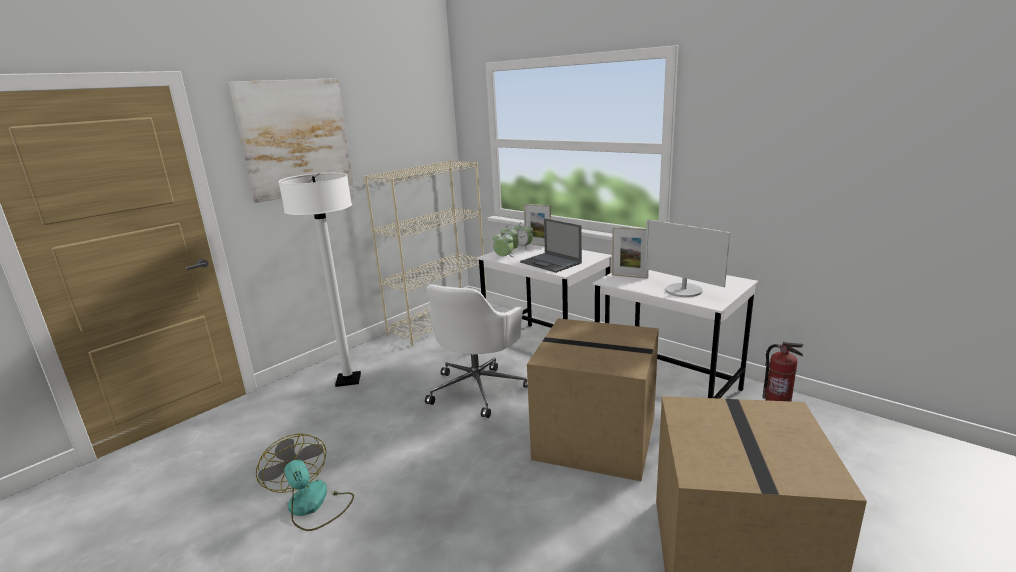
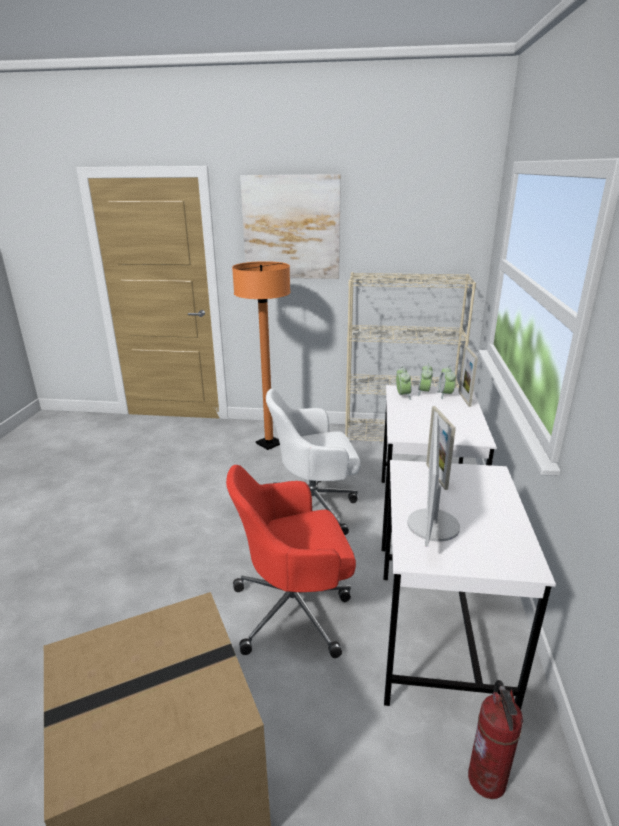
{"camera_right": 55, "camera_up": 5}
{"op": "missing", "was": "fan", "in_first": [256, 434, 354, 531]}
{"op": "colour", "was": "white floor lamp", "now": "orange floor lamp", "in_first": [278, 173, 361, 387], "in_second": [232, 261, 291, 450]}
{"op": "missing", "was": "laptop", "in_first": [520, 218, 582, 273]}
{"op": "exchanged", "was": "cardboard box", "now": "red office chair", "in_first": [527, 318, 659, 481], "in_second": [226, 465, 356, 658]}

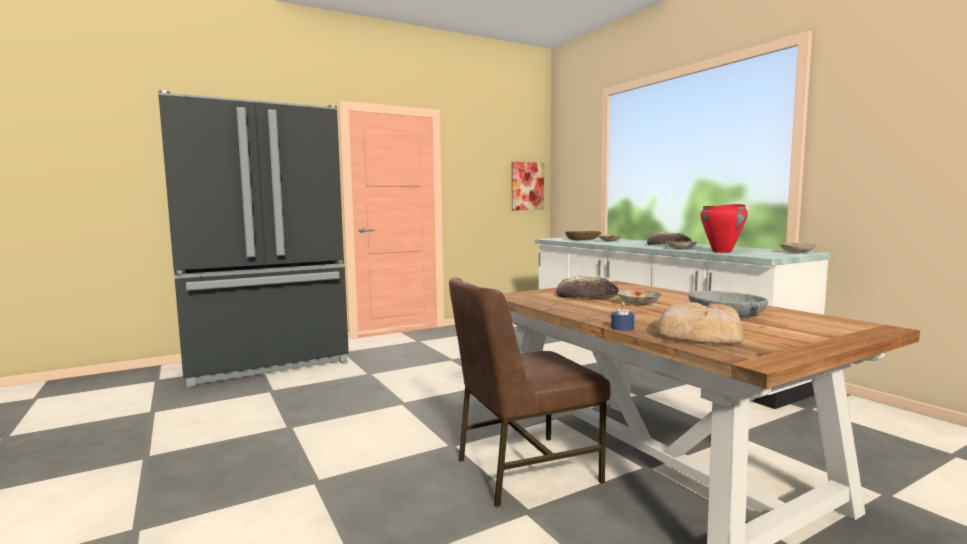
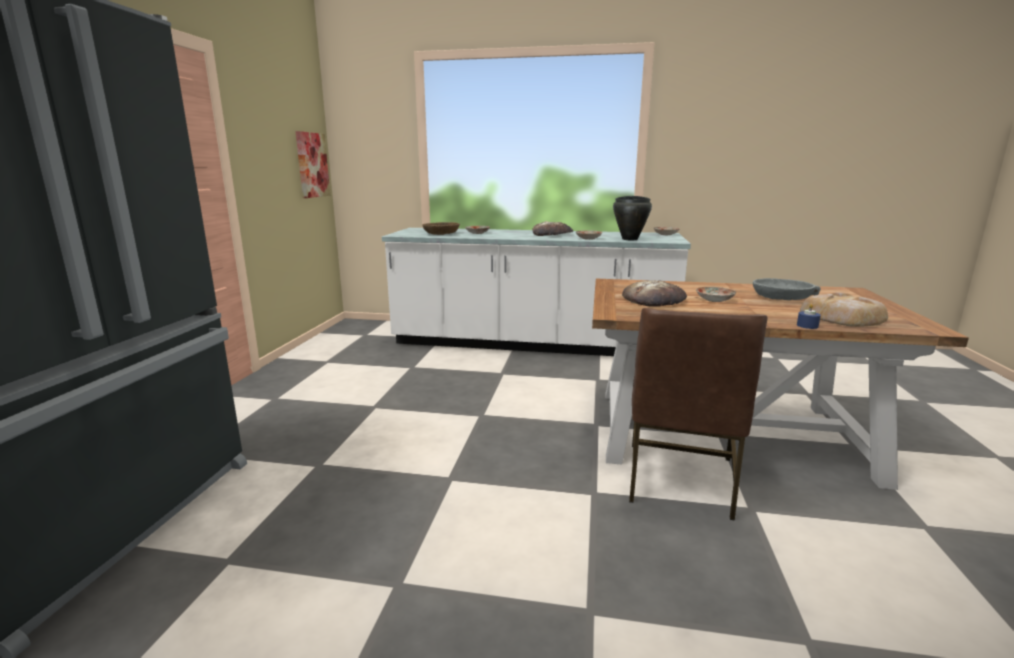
{"camera_right": -50, "camera_up": 10}
{"op": "colour", "was": "red cooking pot", "now": "black cooking pot", "in_first": [700, 204, 748, 253], "in_second": [613, 196, 652, 240]}

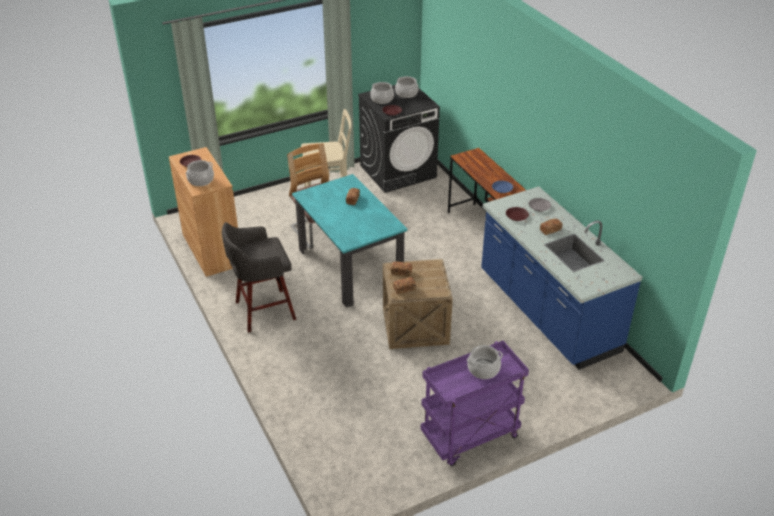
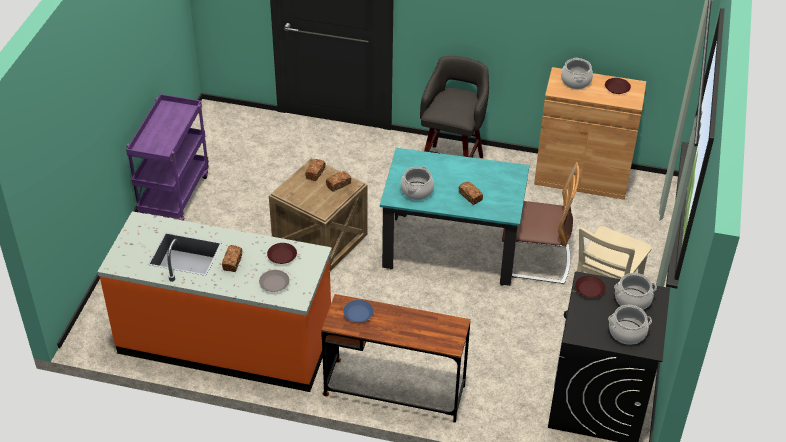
{"camera_right": 130, "camera_up": 5}
{"op": "relocated", "was": "cooking pot", "in_first": [467, 345, 503, 379], "in_second": [401, 166, 434, 200]}
{"op": "colour", "was": "blue counter", "now": "orange counter", "in_first": [481, 186, 642, 370], "in_second": [97, 211, 332, 392]}

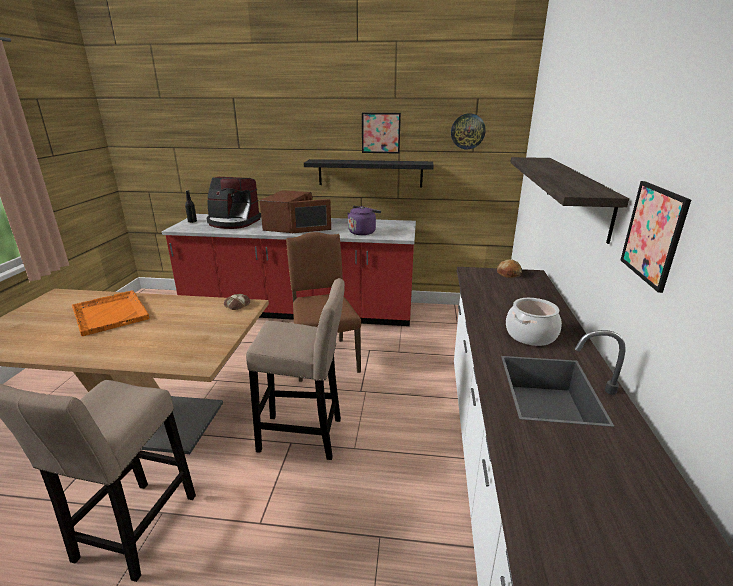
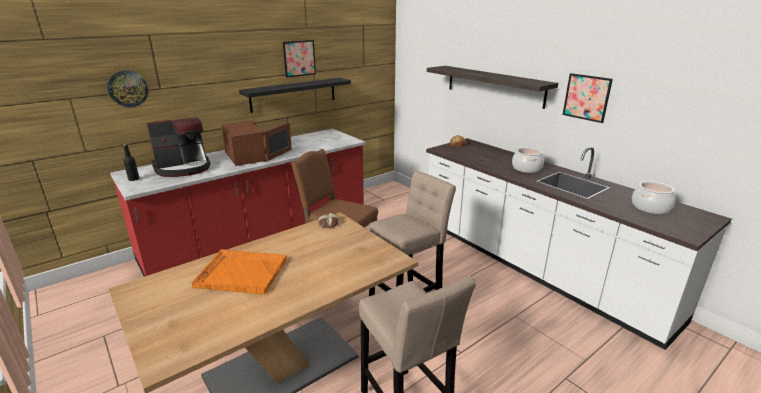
{"camera_right": -45, "camera_up": 0}
{"op": "missing", "was": "purple kettle", "in_first": [348, 206, 381, 235]}
{"op": "relocated", "was": "wall clock", "in_first": [451, 113, 486, 149], "in_second": [107, 70, 149, 107]}
{"op": "appeared", "now": "cooking pot", "in_second": [632, 181, 676, 214]}

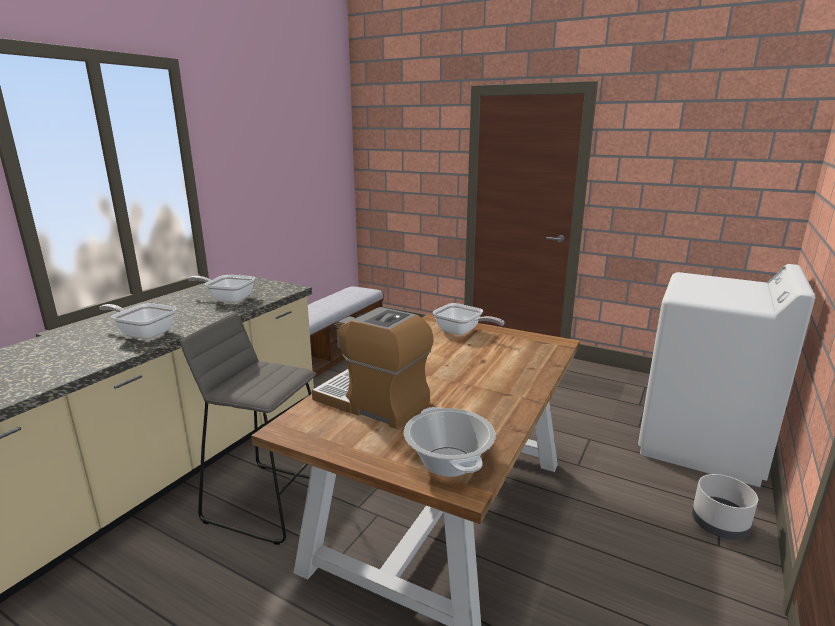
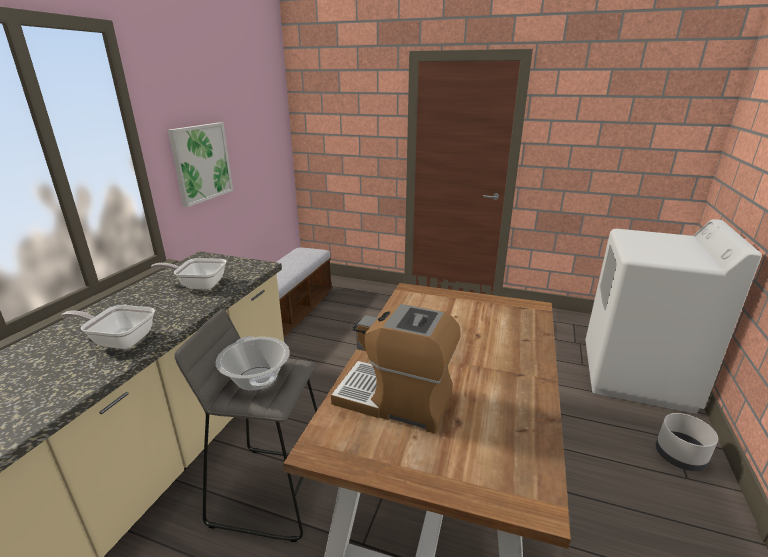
{"camera_right": -10, "camera_up": 5}
{"op": "relocated", "was": "cooking pot", "in_first": [404, 407, 496, 477], "in_second": [216, 336, 290, 390]}
{"op": "missing", "was": "frying pan", "in_first": [433, 303, 505, 335]}
{"op": "appeared", "now": "picture", "in_second": [168, 122, 233, 207]}

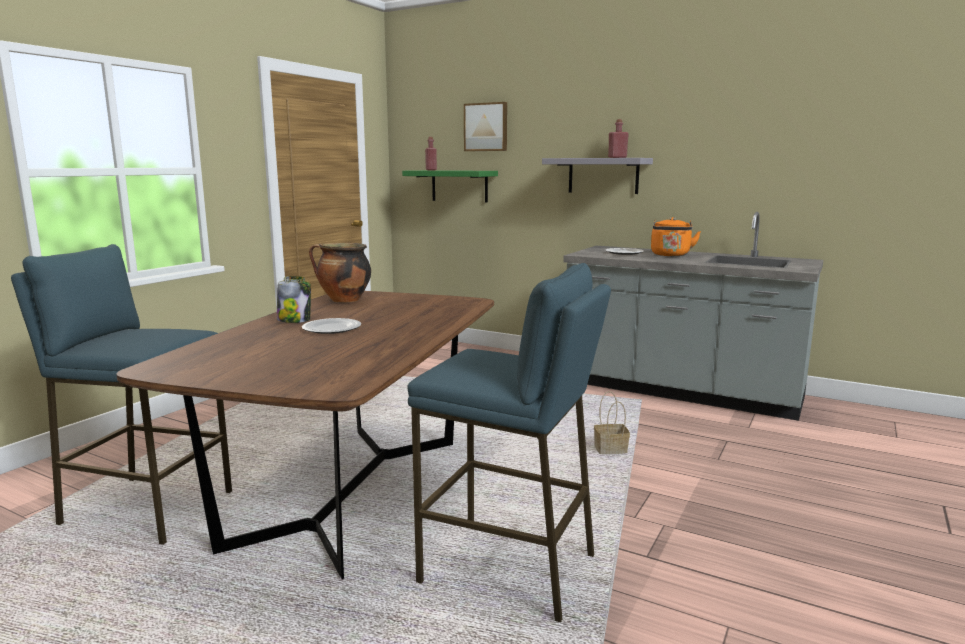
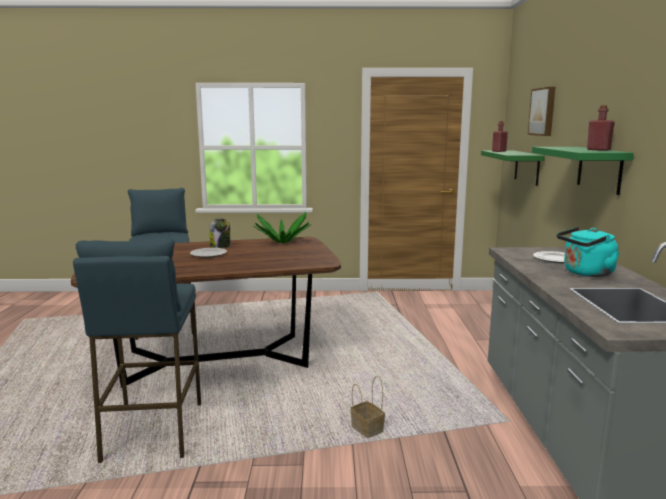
{"camera_right": 60, "camera_up": 0}
{"op": "exchanged", "was": "cooking pot", "now": "potted plant", "in_first": [309, 243, 371, 303], "in_second": [252, 212, 311, 243]}
{"op": "colour", "was": "grey shelf", "now": "green shelf", "in_first": [542, 158, 653, 194], "in_second": [532, 147, 634, 195]}
{"op": "colour", "was": "orange kettle", "now": "turquoise kettle", "in_first": [651, 217, 701, 256], "in_second": [557, 227, 620, 277]}

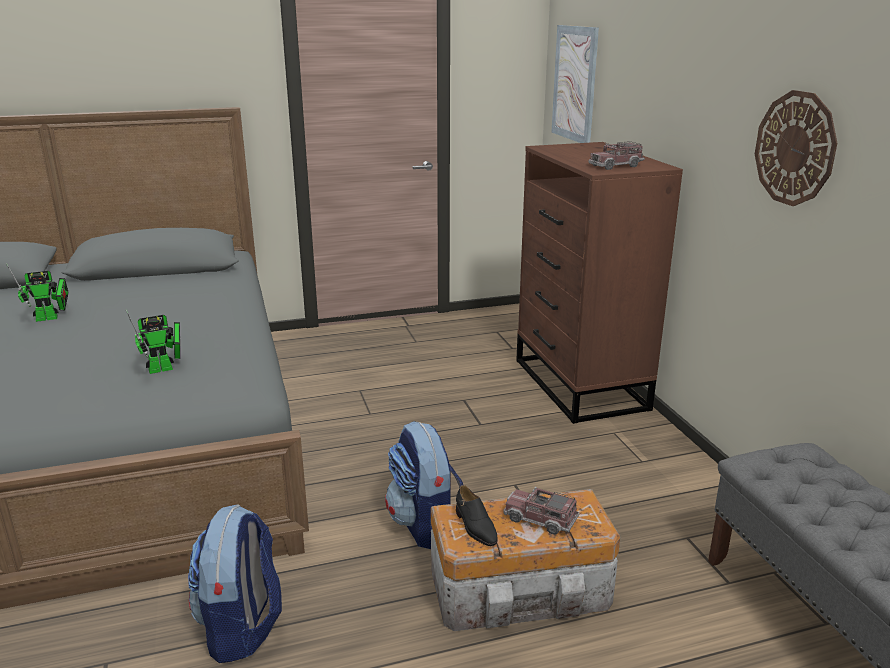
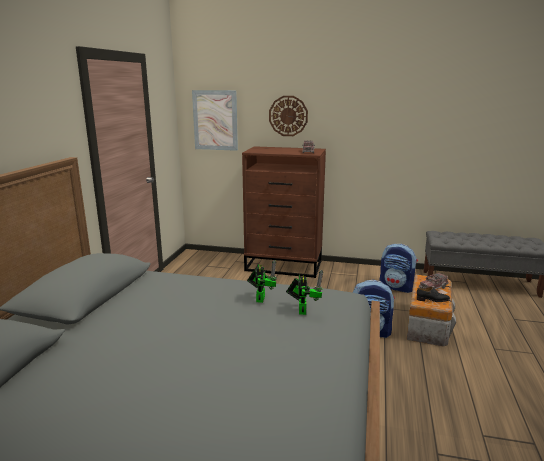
{"camera_right": -60, "camera_up": -5}
{"op": "relocated", "was": "toy robot", "in_first": [6, 263, 69, 322], "in_second": [247, 260, 277, 303]}
{"op": "relocated", "was": "backpack", "in_first": [188, 504, 282, 663], "in_second": [379, 244, 418, 293]}
{"op": "relocated", "was": "wall clock", "in_first": [755, 90, 837, 206], "in_second": [269, 96, 308, 136]}

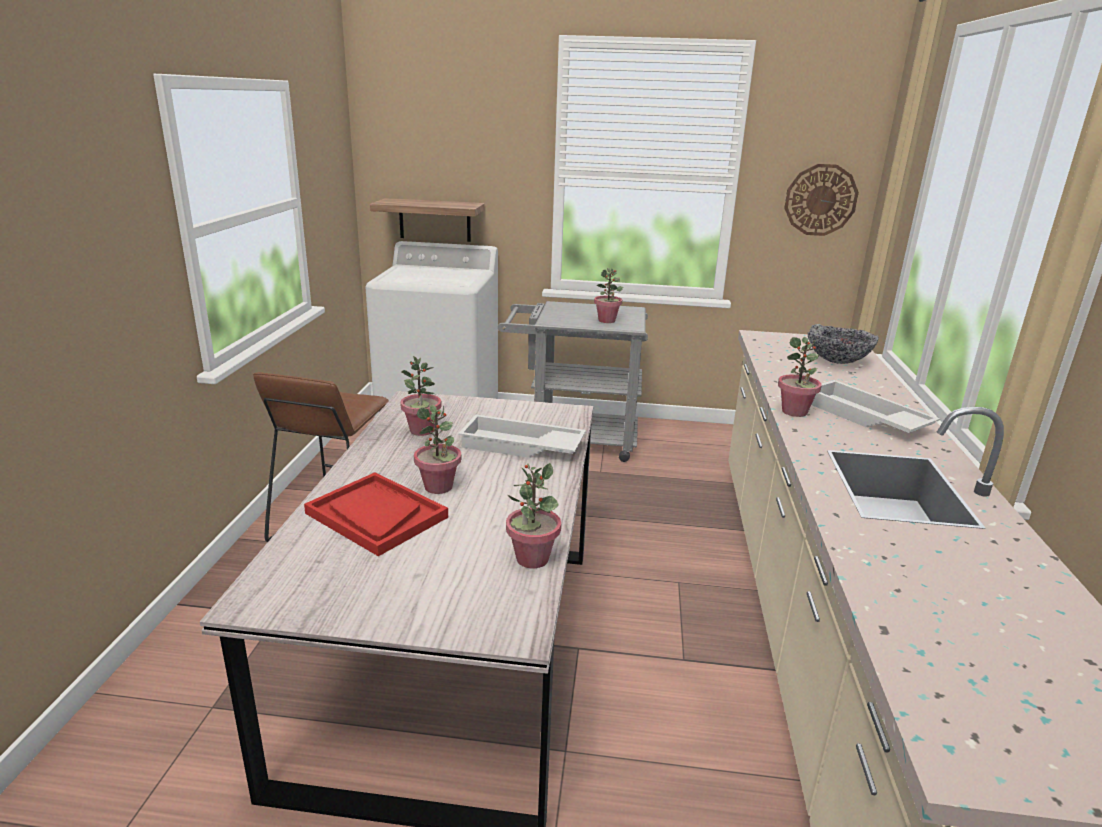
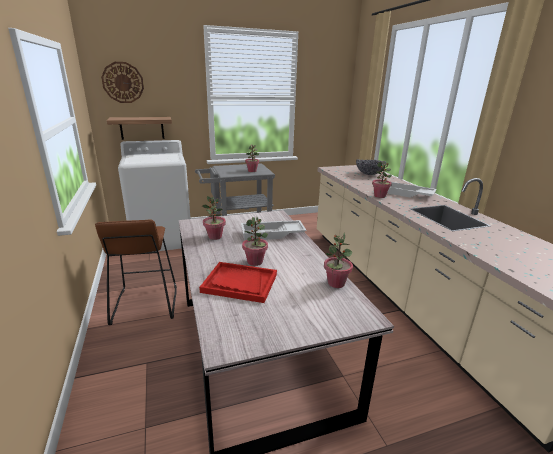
{"camera_right": -25, "camera_up": 0}
{"op": "relocated", "was": "wall clock", "in_first": [784, 164, 859, 236], "in_second": [101, 62, 144, 103]}

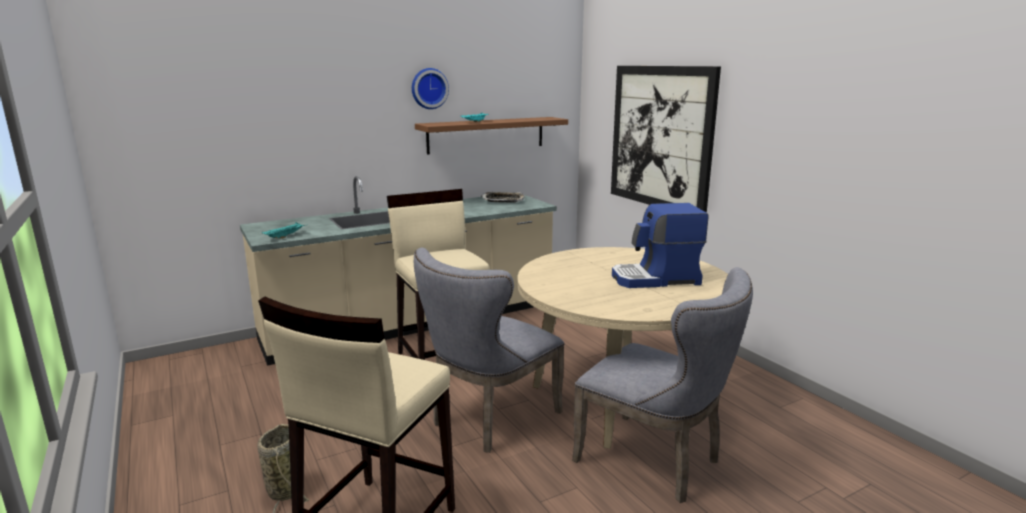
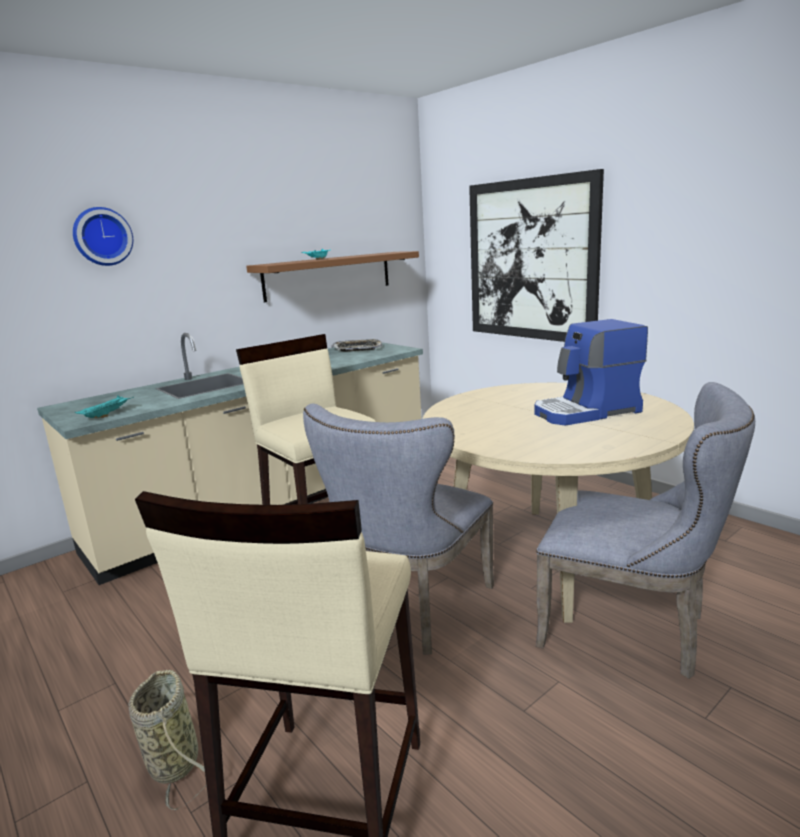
{"camera_right": -10, "camera_up": 0}
{"op": "relocated", "was": "wall clock", "in_first": [412, 68, 449, 109], "in_second": [73, 207, 133, 266]}

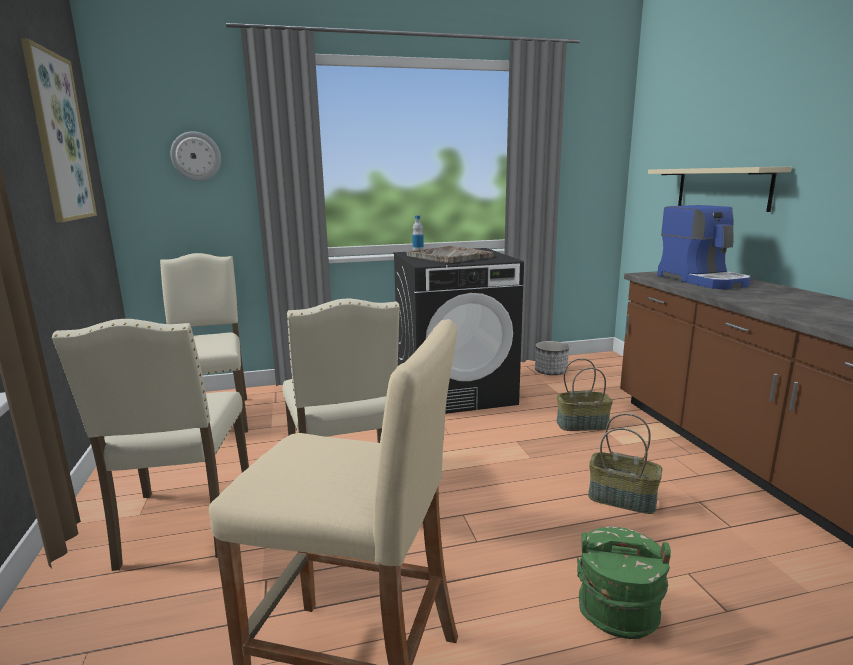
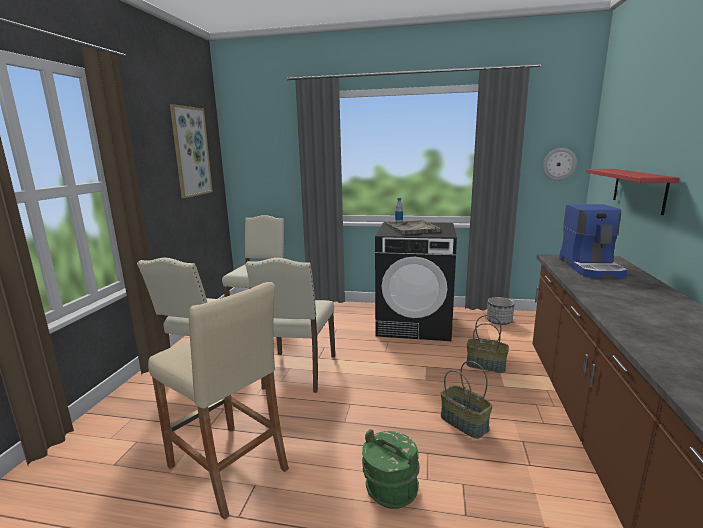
{"camera_right": 25, "camera_up": 0}
{"op": "relocated", "was": "wall clock", "in_first": [171, 131, 221, 181], "in_second": [542, 148, 577, 181]}
{"op": "colour", "was": "beige shelf", "now": "red shelf", "in_first": [648, 167, 792, 212], "in_second": [586, 169, 679, 215]}

